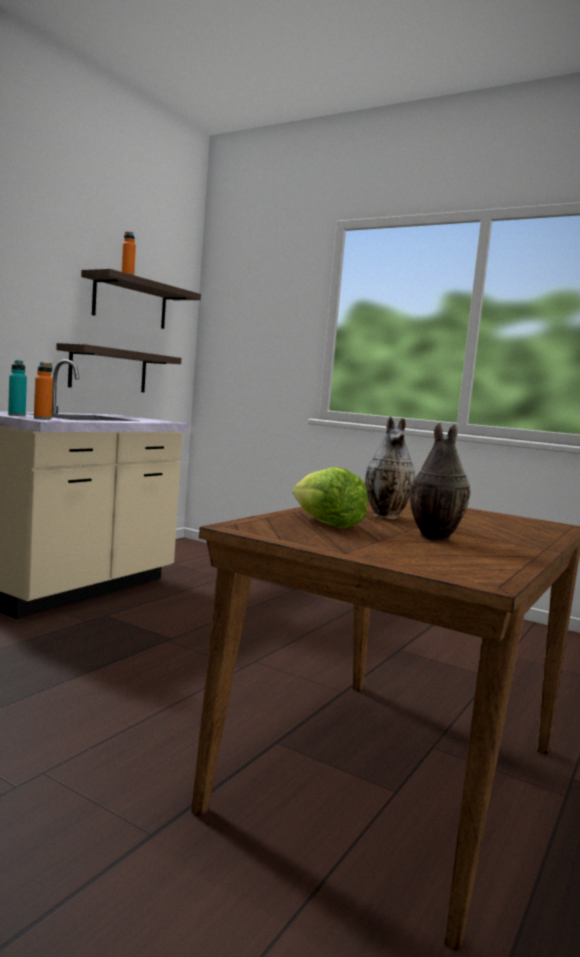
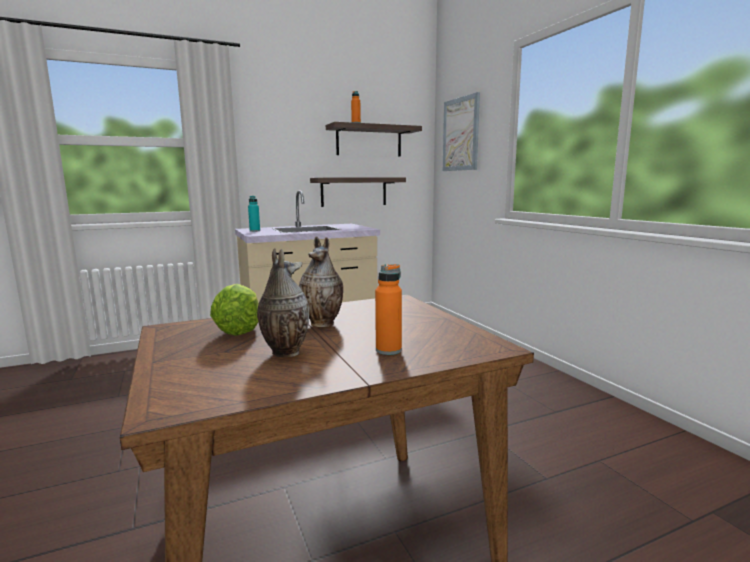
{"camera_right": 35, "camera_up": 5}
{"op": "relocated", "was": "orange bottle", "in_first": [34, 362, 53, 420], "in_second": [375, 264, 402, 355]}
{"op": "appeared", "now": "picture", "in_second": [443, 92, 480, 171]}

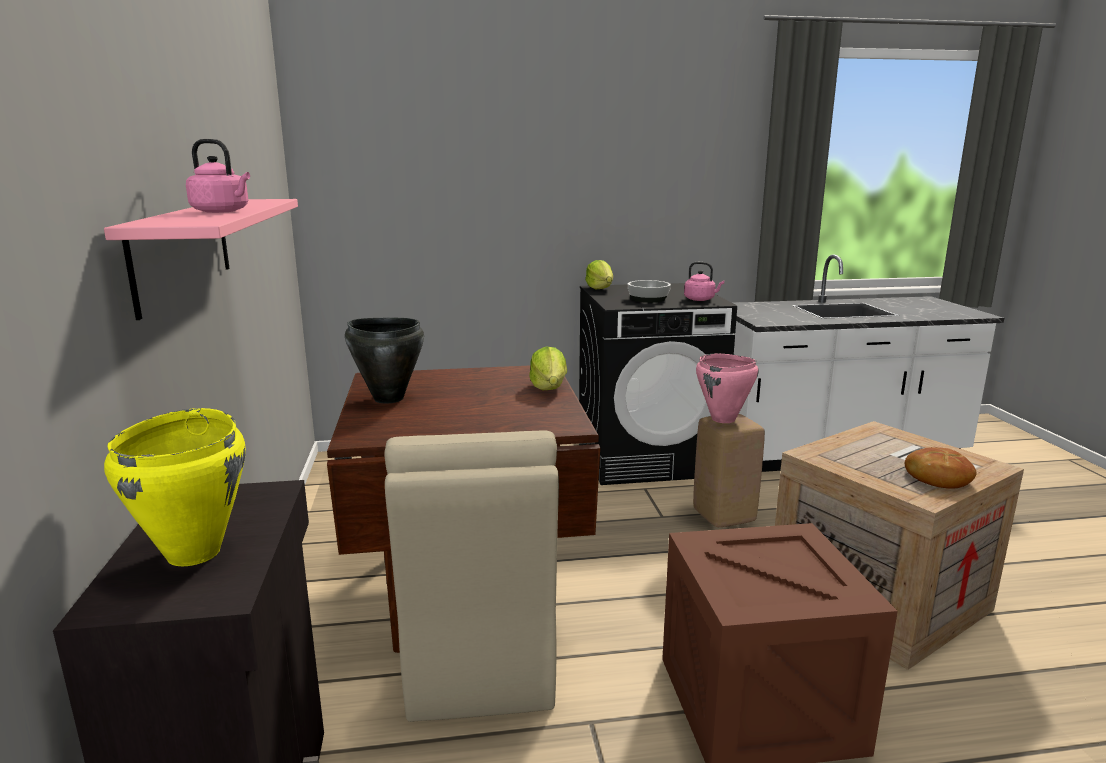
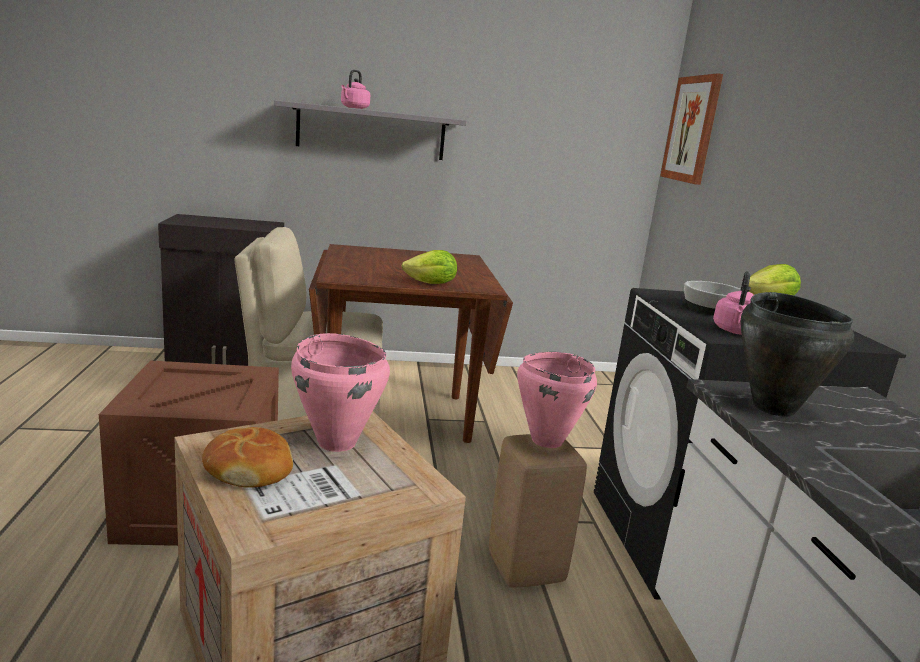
{"camera_right": 90, "camera_up": 0}
{"op": "colour", "was": "pink shelf", "now": "grey shelf", "in_first": [104, 199, 298, 320], "in_second": [274, 100, 467, 160]}
{"op": "missing", "was": "yellow cooking pot", "in_first": [104, 408, 246, 566]}
{"op": "relocated", "was": "black cooking pot", "in_first": [345, 318, 424, 404], "in_second": [740, 292, 854, 417]}
{"op": "appeared", "now": "pink cooking pot", "in_second": [291, 333, 390, 452]}
{"op": "appeared", "now": "picture", "in_second": [660, 73, 723, 185]}

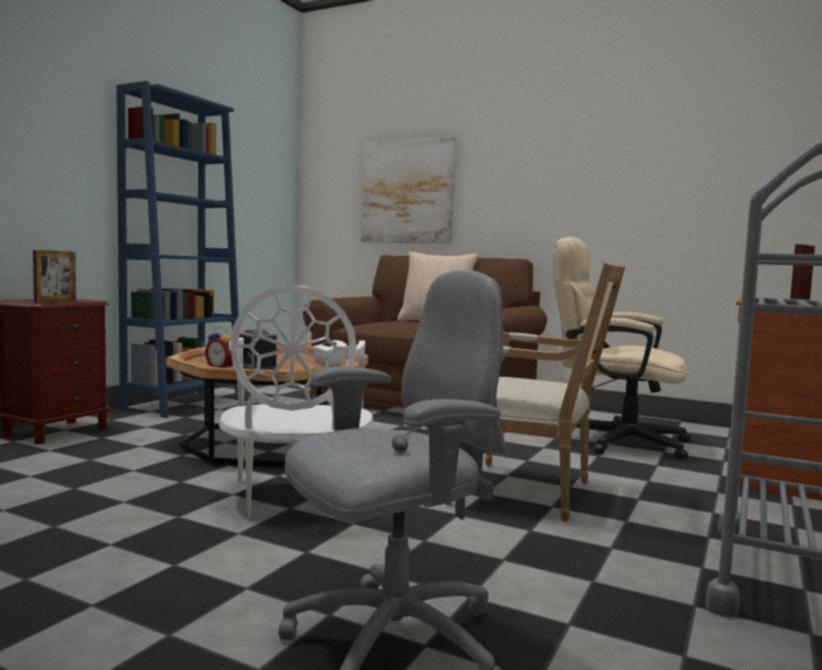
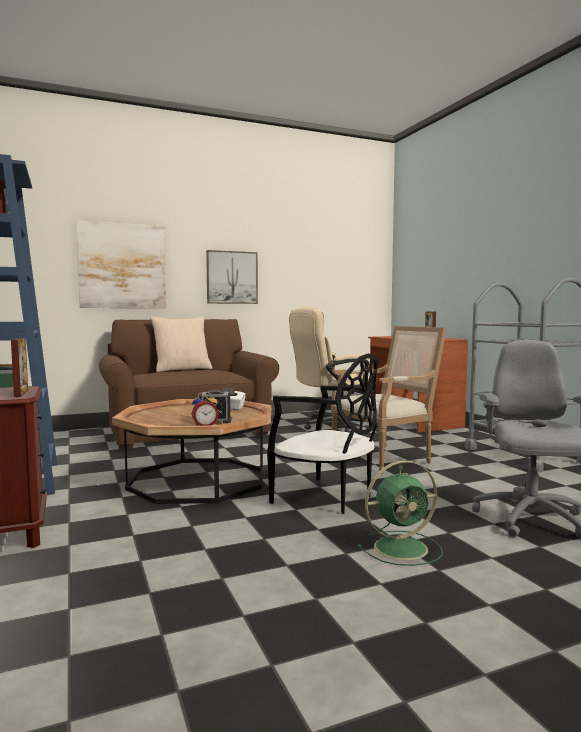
{"camera_right": -50, "camera_up": 0}
{"op": "colour", "was": "white chair", "now": "black chair", "in_first": [219, 285, 373, 518], "in_second": [267, 354, 378, 514]}
{"op": "appeared", "now": "picture", "in_second": [206, 250, 258, 304]}
{"op": "appeared", "now": "green fan", "in_second": [357, 460, 443, 566]}

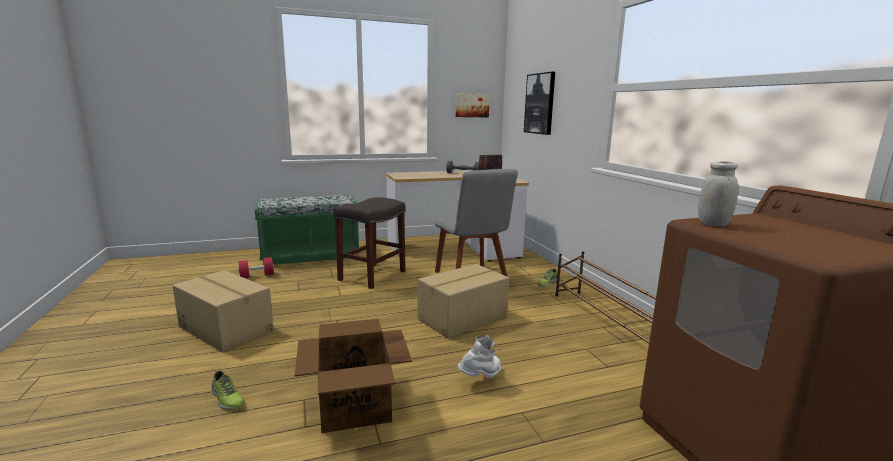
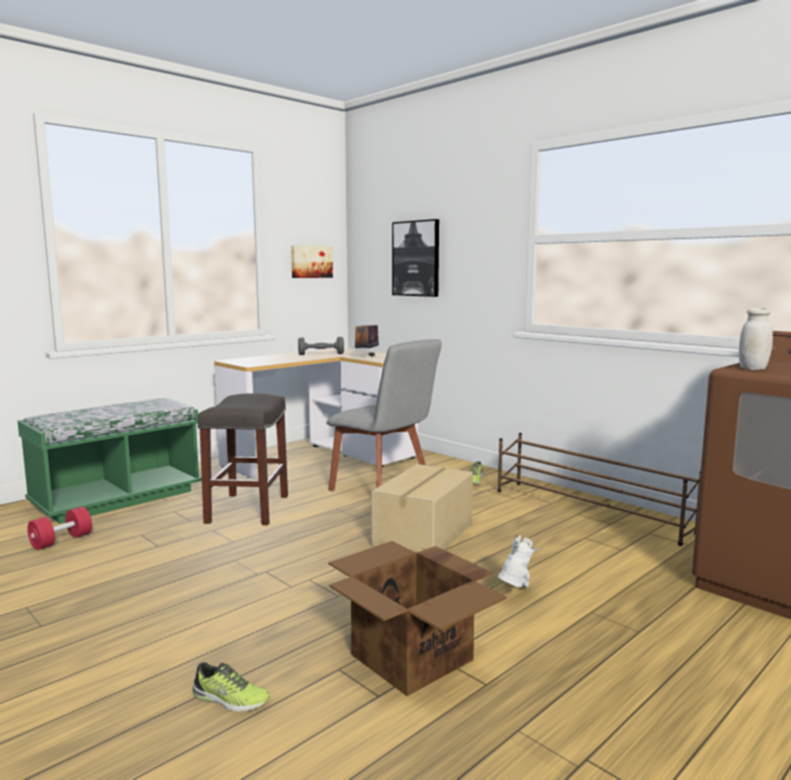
{"camera_right": -25, "camera_up": -5}
{"op": "missing", "was": "cardboard box", "in_first": [173, 270, 274, 352]}

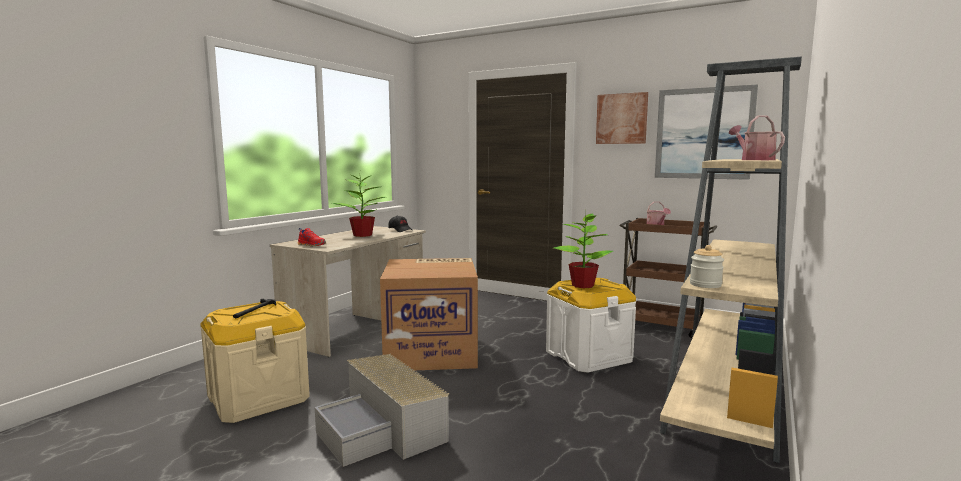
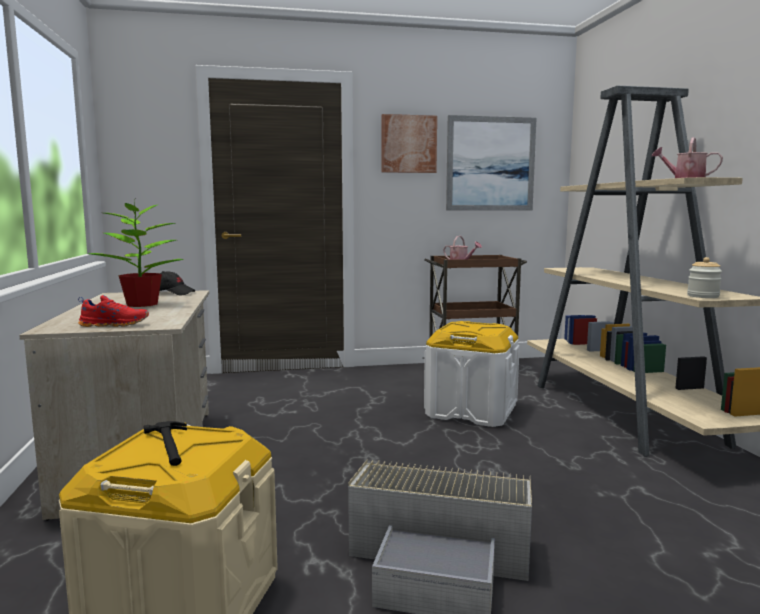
{"camera_right": -40, "camera_up": 0}
{"op": "missing", "was": "cardboard box", "in_first": [380, 258, 478, 371]}
{"op": "missing", "was": "potted plant", "in_first": [554, 211, 613, 288]}

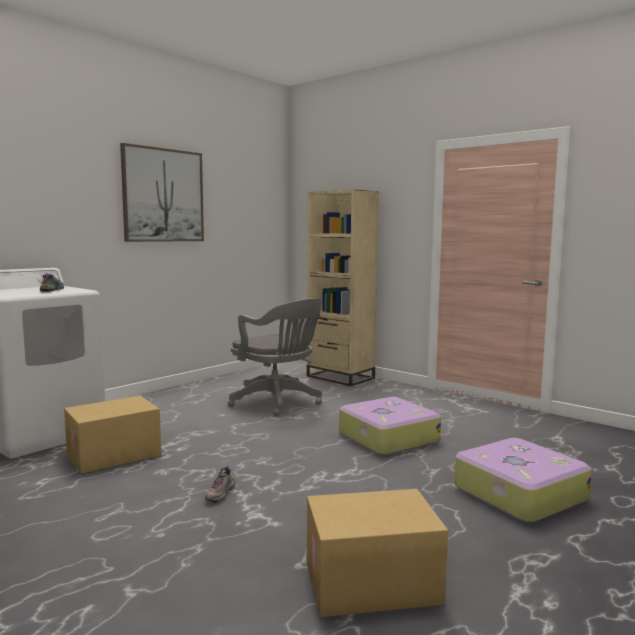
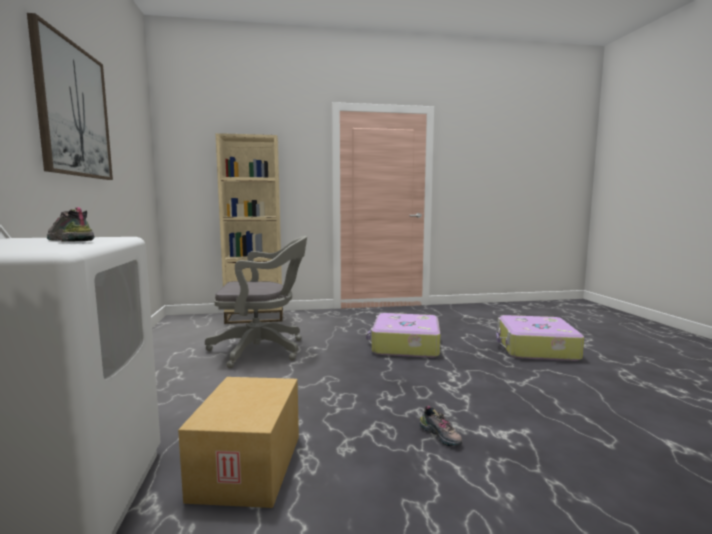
{"camera_right": -50, "camera_up": 0}
{"op": "missing", "was": "cardboard box", "in_first": [307, 489, 448, 617]}

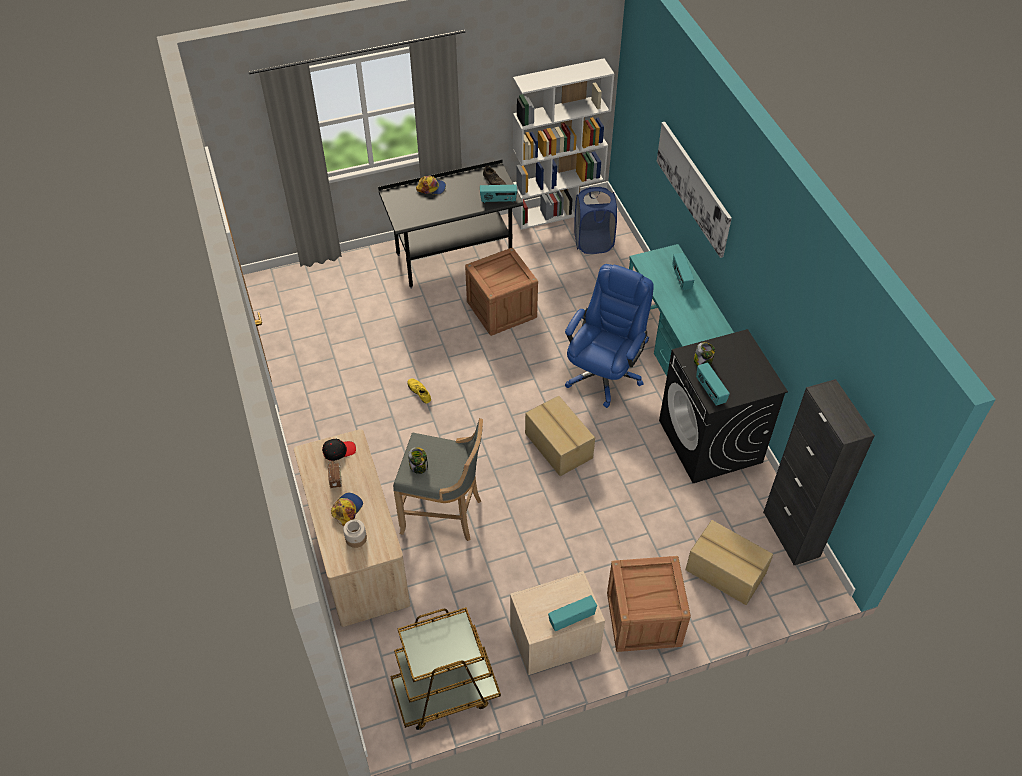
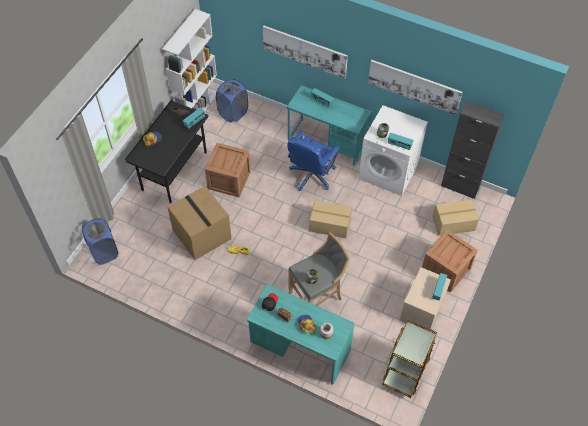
{"camera_right": -45, "camera_up": 5}
{"op": "colour", "was": "beige desk", "now": "turquoise desk", "in_first": [294, 429, 410, 627], "in_second": [247, 284, 354, 384]}
{"op": "spun", "was": "blue office chair", "in_first": [565, 264, 654, 408], "in_second": [287, 131, 340, 191], "clockwise": -135}
{"op": "colour", "was": "black washing machine", "now": "white washing machine", "in_first": [659, 329, 788, 483], "in_second": [359, 105, 428, 196]}
{"op": "appeared", "now": "blue laundry basket", "in_second": [81, 218, 119, 265]}
{"op": "appeared", "now": "cardboard box", "in_second": [167, 186, 231, 260]}
{"op": "appeared", "now": "picture", "in_second": [368, 60, 463, 115]}

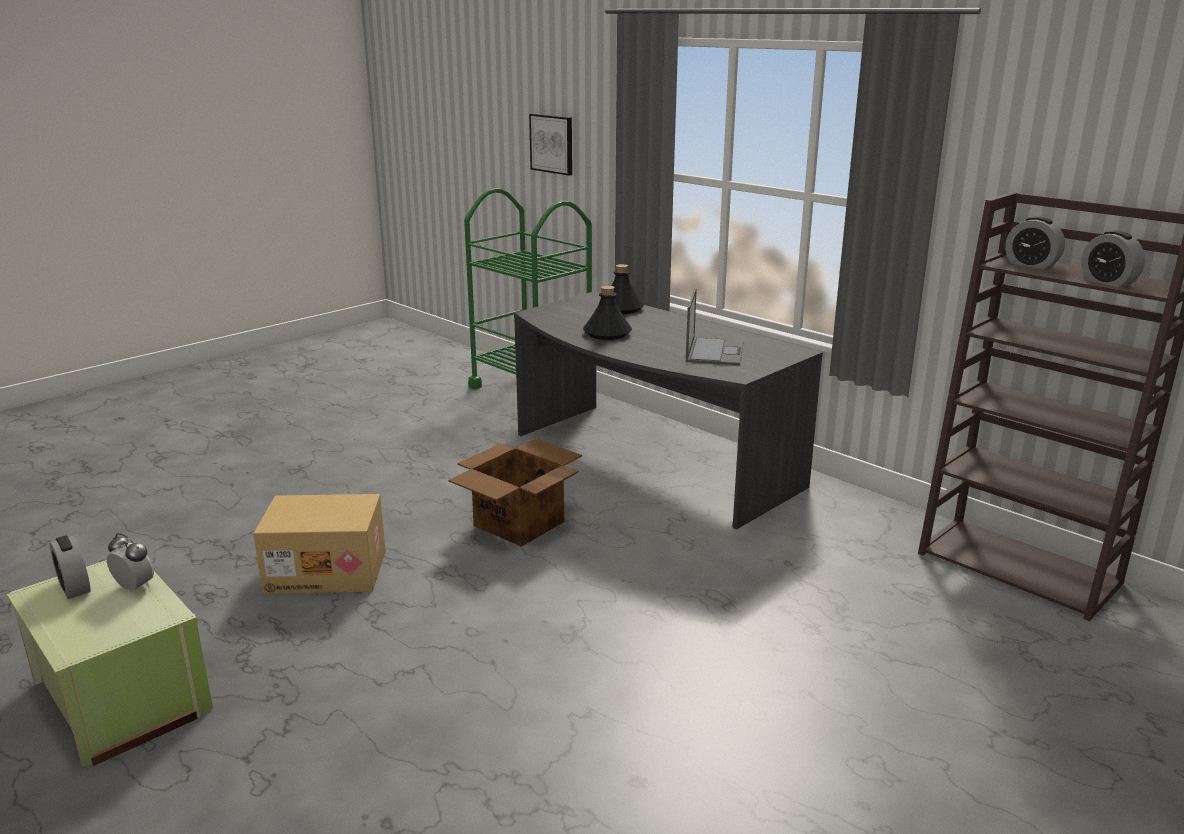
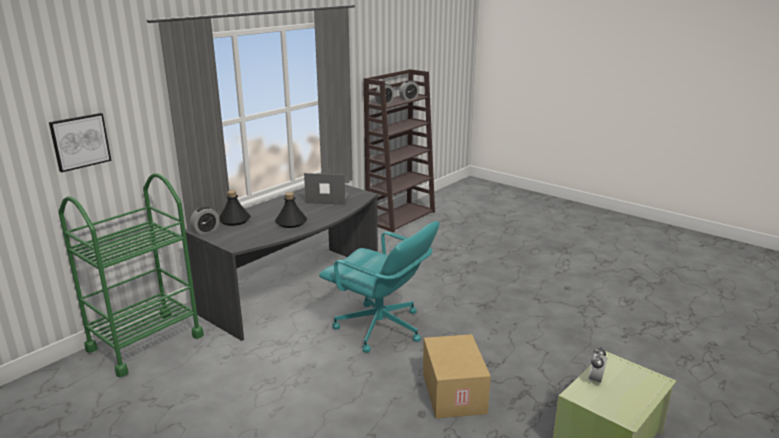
{"camera_right": -95, "camera_up": 0}
{"op": "relocated", "was": "alarm clock", "in_first": [50, 536, 91, 599], "in_second": [190, 206, 220, 235]}
{"op": "exchanged", "was": "cardboard box", "now": "turquoise office chair", "in_first": [448, 439, 582, 547], "in_second": [319, 221, 439, 353]}

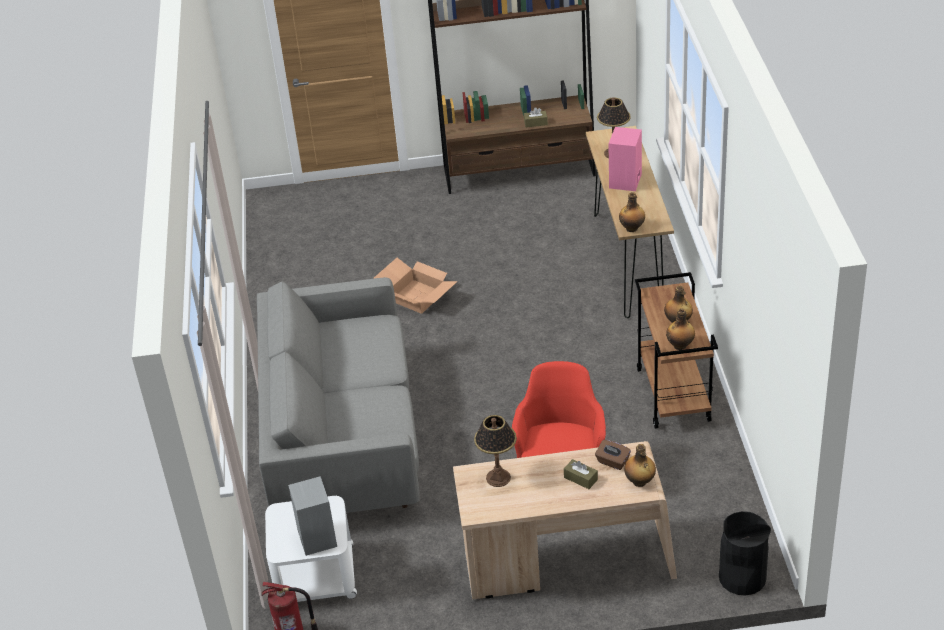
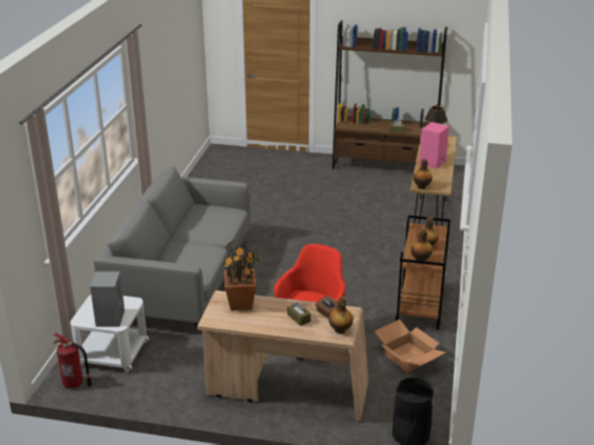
{"camera_right": 15, "camera_up": -10}
{"op": "relocated", "was": "cardboard box", "in_first": [374, 258, 458, 314], "in_second": [374, 319, 446, 373]}
{"op": "exchanged", "was": "table lamp", "now": "potted plant", "in_first": [474, 415, 517, 487], "in_second": [222, 239, 259, 311]}

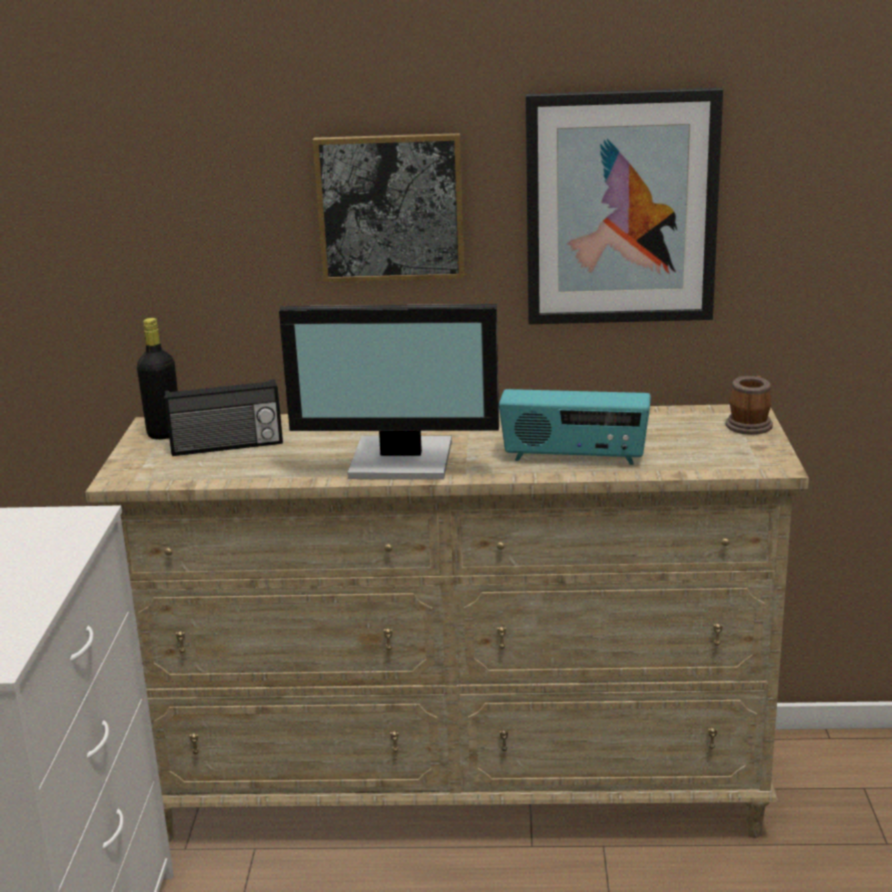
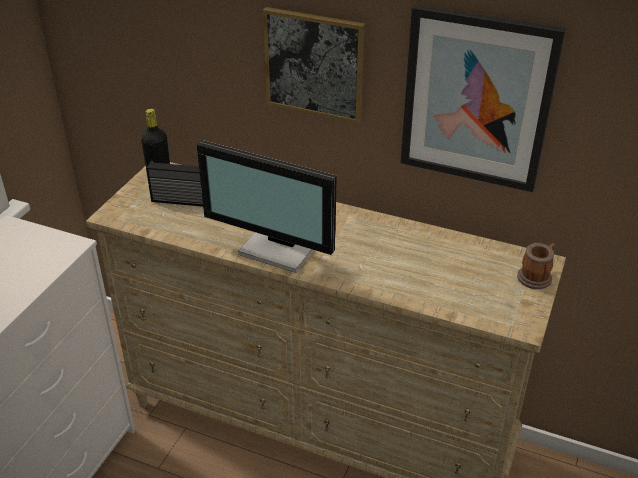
{"camera_right": 20, "camera_up": 15}
{"op": "missing", "was": "radio", "in_first": [499, 389, 651, 465]}

